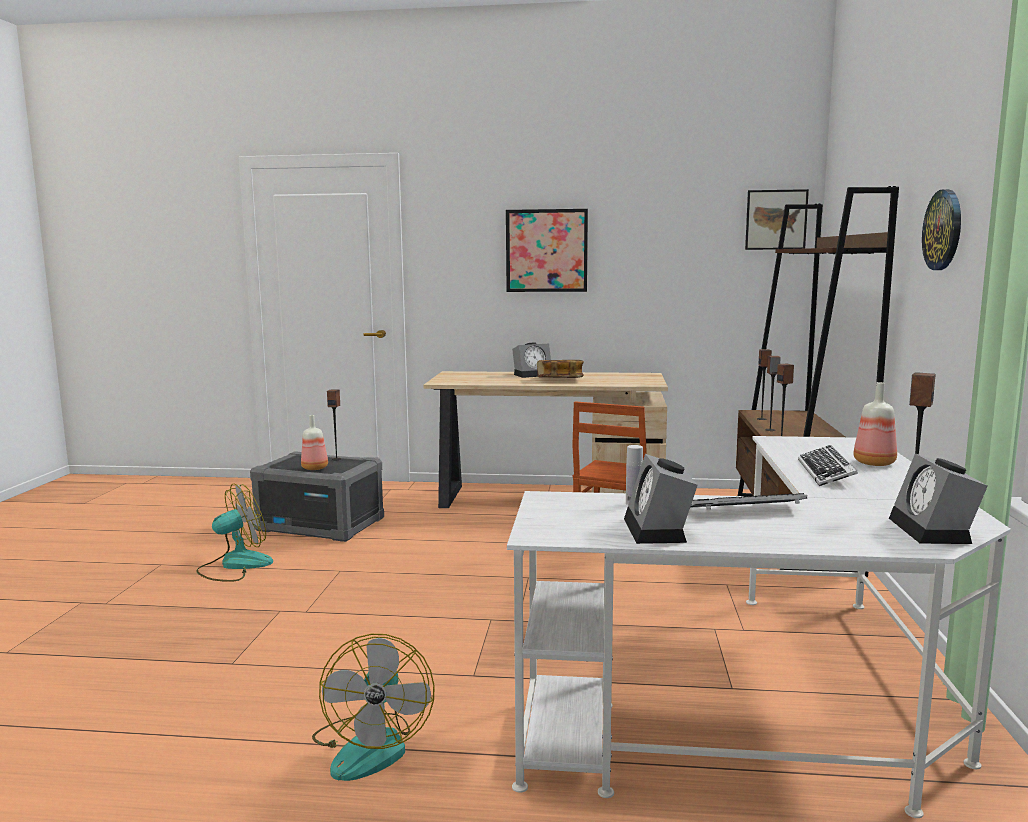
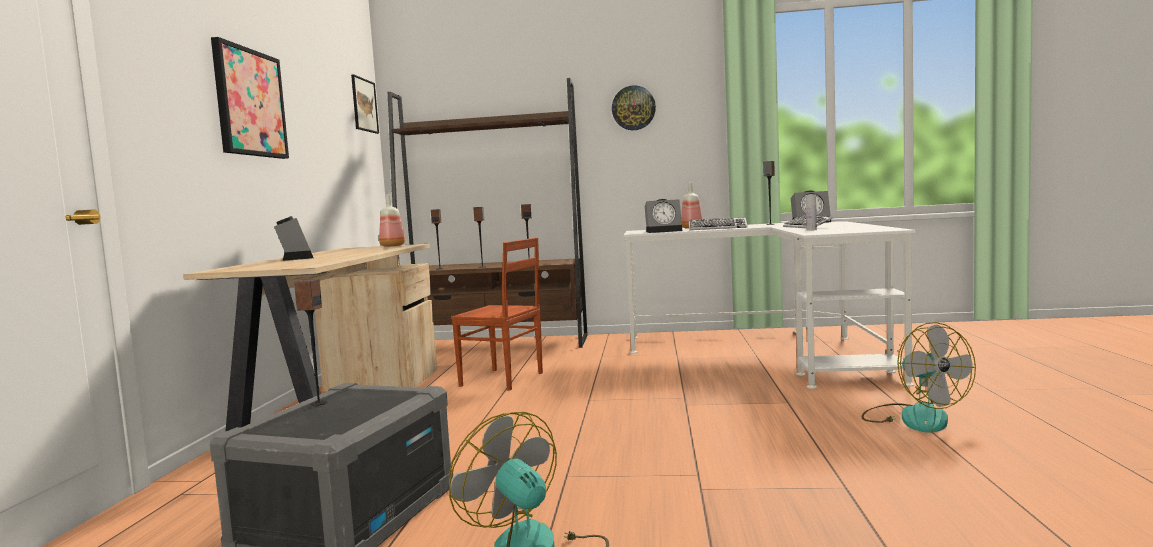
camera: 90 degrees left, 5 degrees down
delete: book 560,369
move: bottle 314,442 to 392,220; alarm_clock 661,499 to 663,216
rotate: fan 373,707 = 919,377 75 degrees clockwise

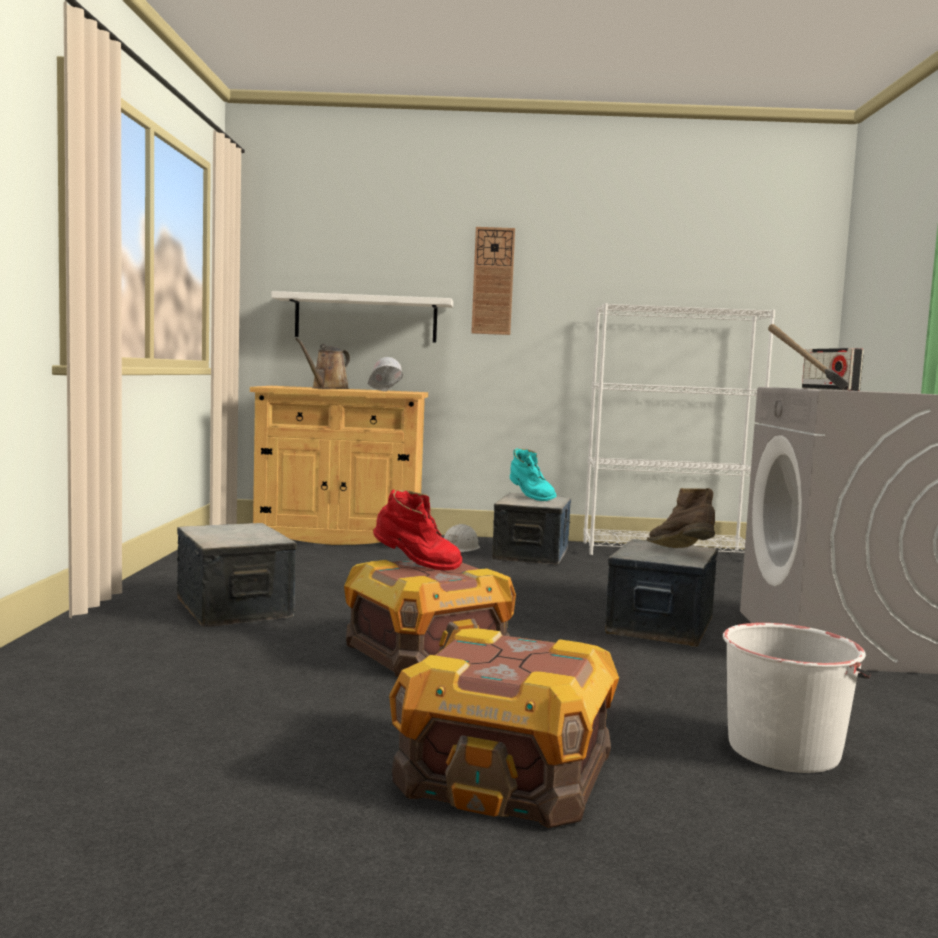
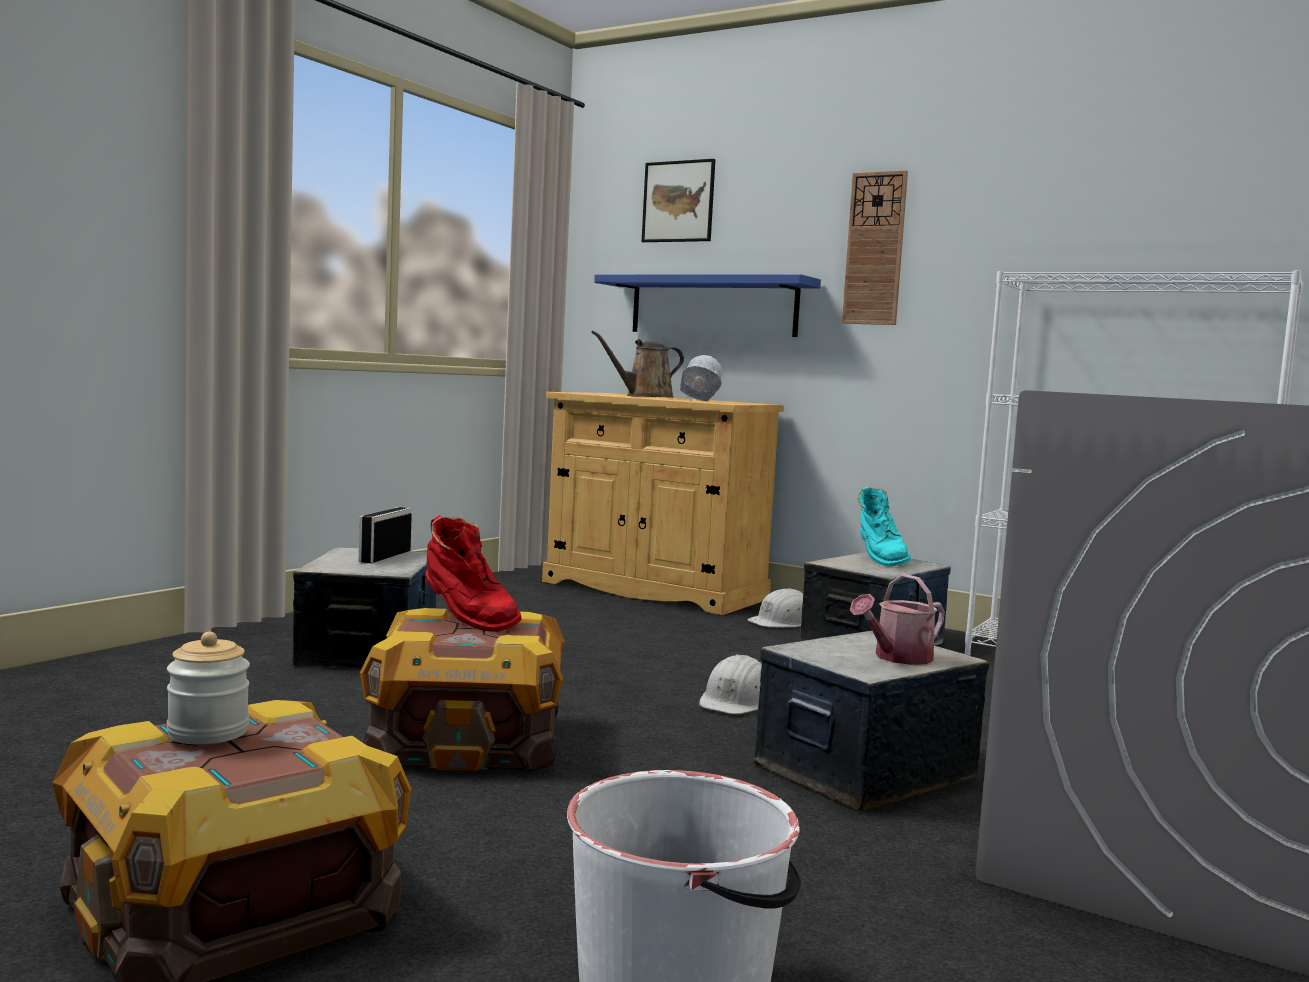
camera: 30 degrees right, 0 degrees up
delete: hammer 808,357
insert: picture 678,200; jar 208,688; white_hard_hat 730,684
move: radio 833,369 to 385,535
replace: brown_boot 680,518 to watering_can 897,619
recolor: white_shelf 362,317 to blue_shelf 707,305

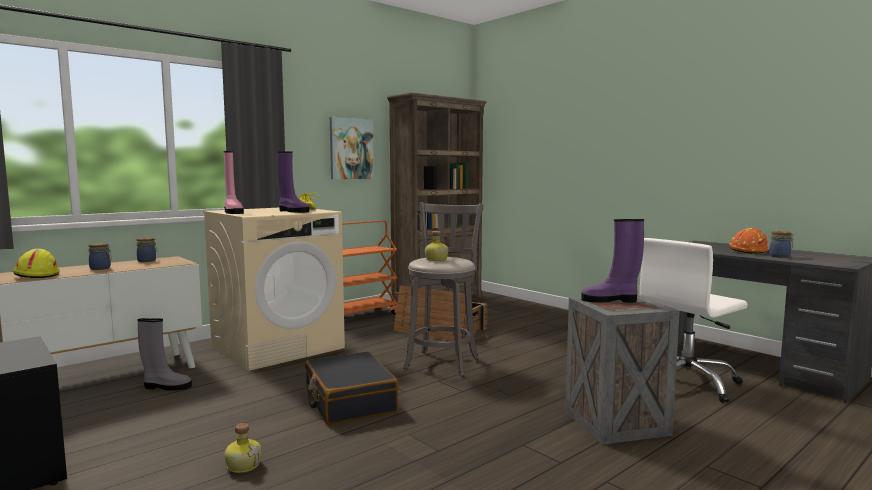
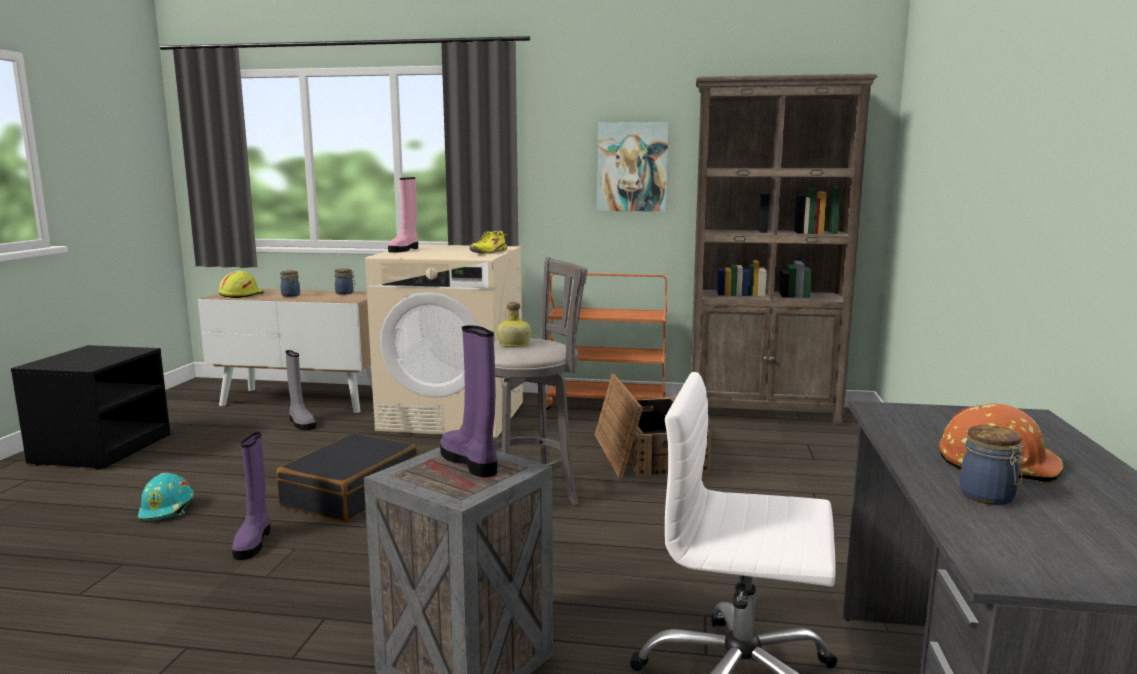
camera: 50 degrees right, 5 degrees up
move: purple_boot 293,182 to 251,496
replace: bottle 242,448 to turquoise_hard_hat 166,497

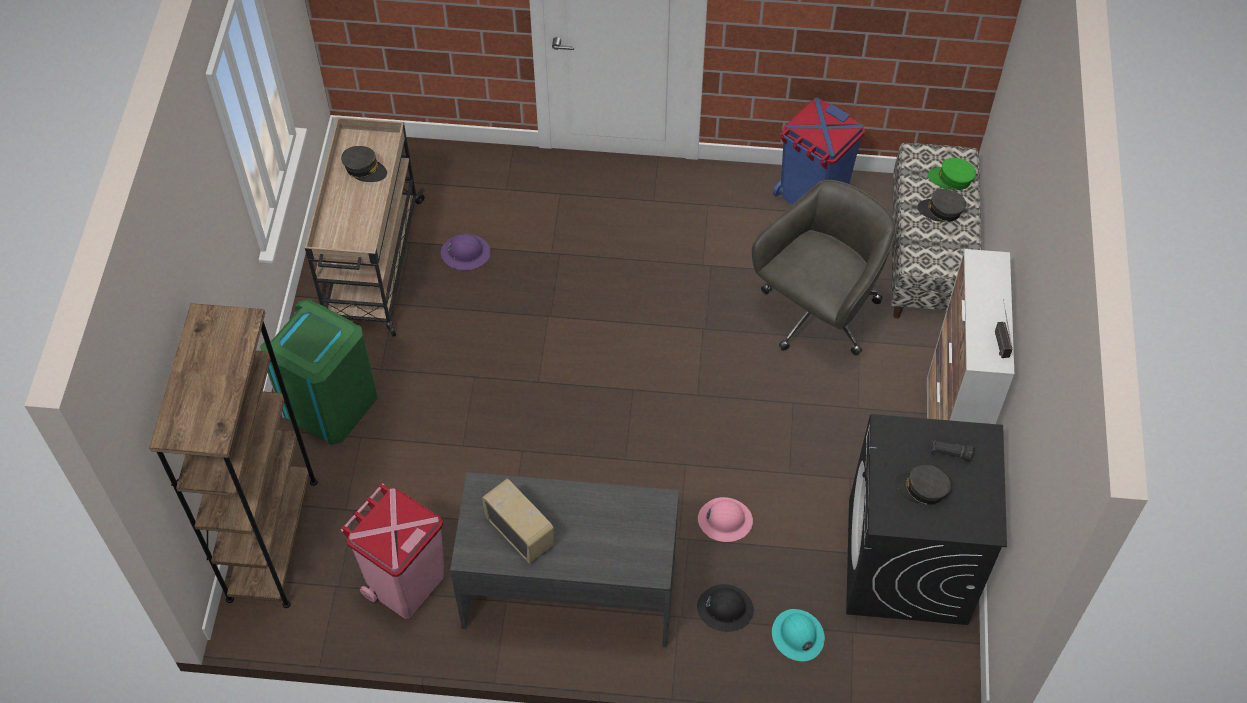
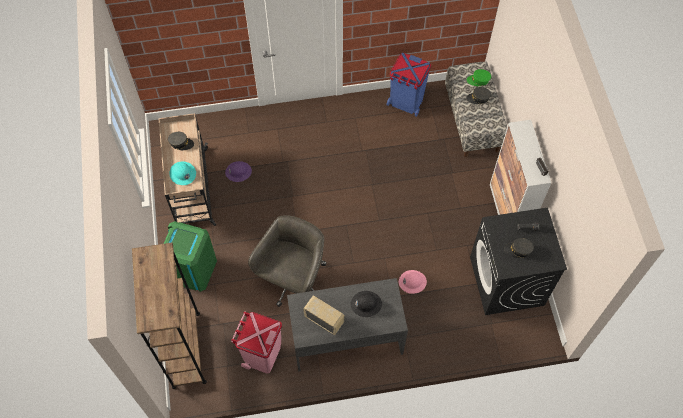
camera: 15 degrees left, 5 degrees up
move: grey_office_chair 824,268 to 287,261; black_hard_hat 725,608 to 366,304; turquoise_hard_hat 798,635 to 182,173

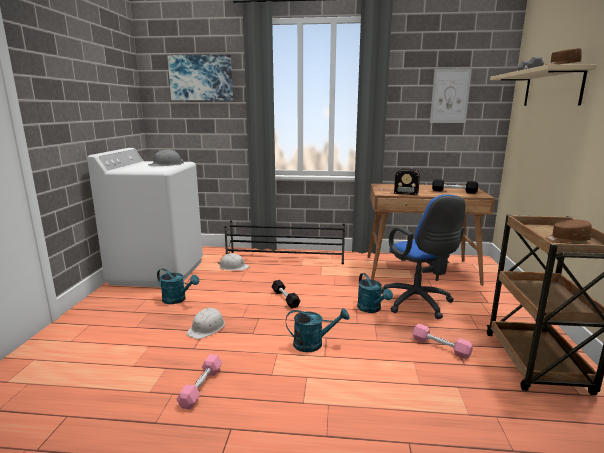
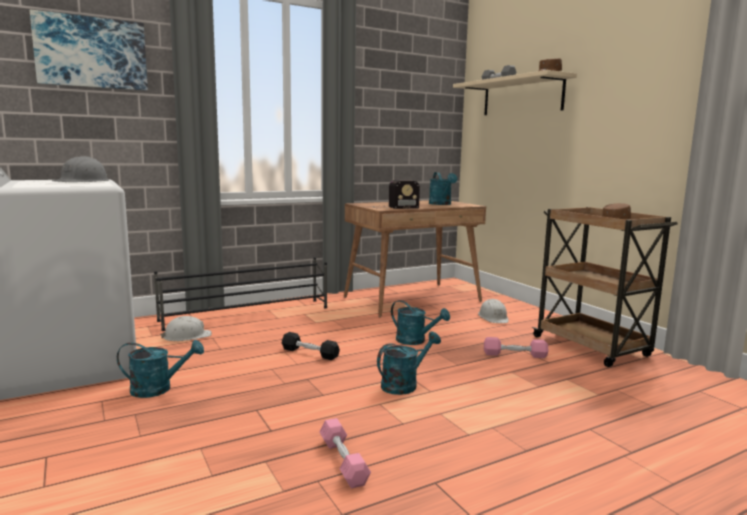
camera: 35 degrees left, 5 degrees down
delete: picture 451,96; blue_office_chair 423,257
move: white_hard_hat 205,323 to 493,311
replace: black_dumbbell 455,186 to turquoise_watering_can 443,188

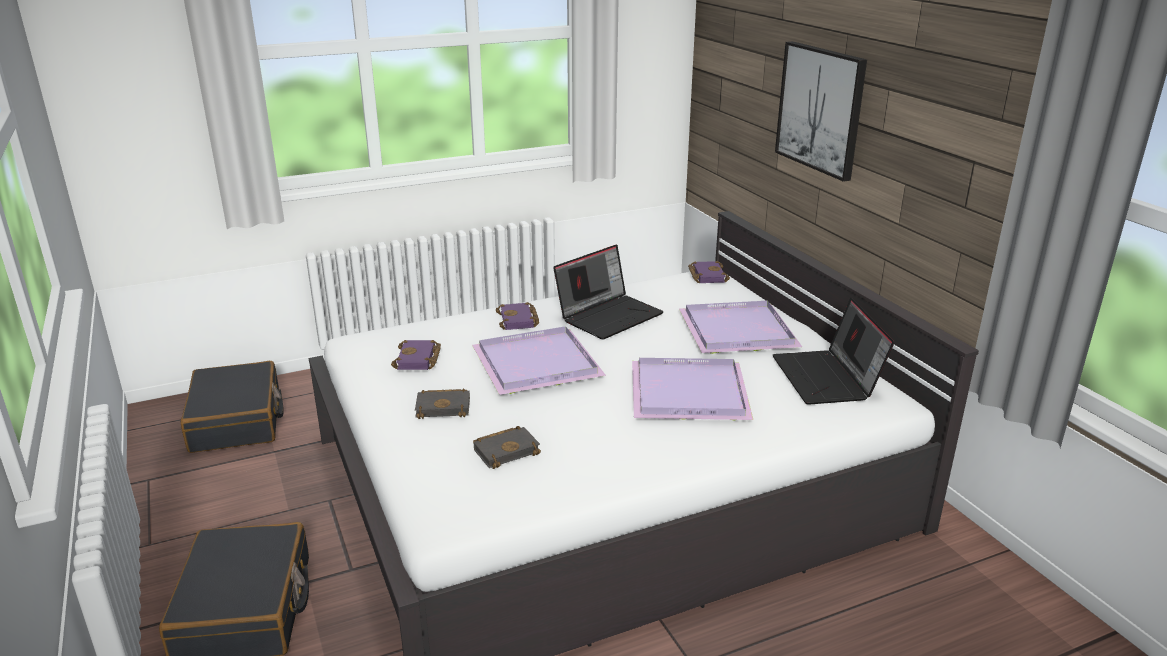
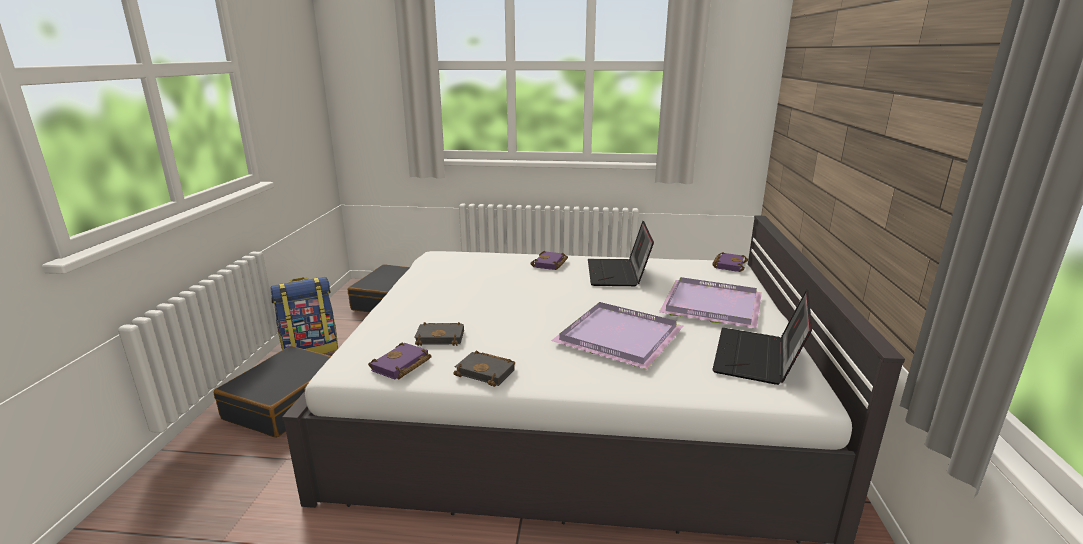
camera: 30 degrees right, 5 degrees down
delete: picture 821,111; purple_tray 539,360
insert: backpack 304,315
move: purple_book 416,355 to 400,361; black_book 442,403 to 484,369
rotate: laptop 608,292 = 621,253 105 degrees clockwise

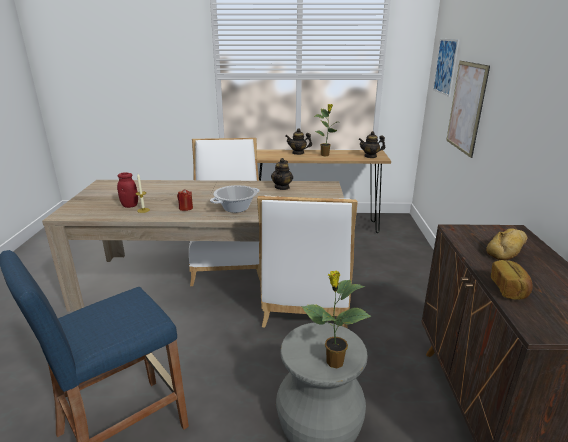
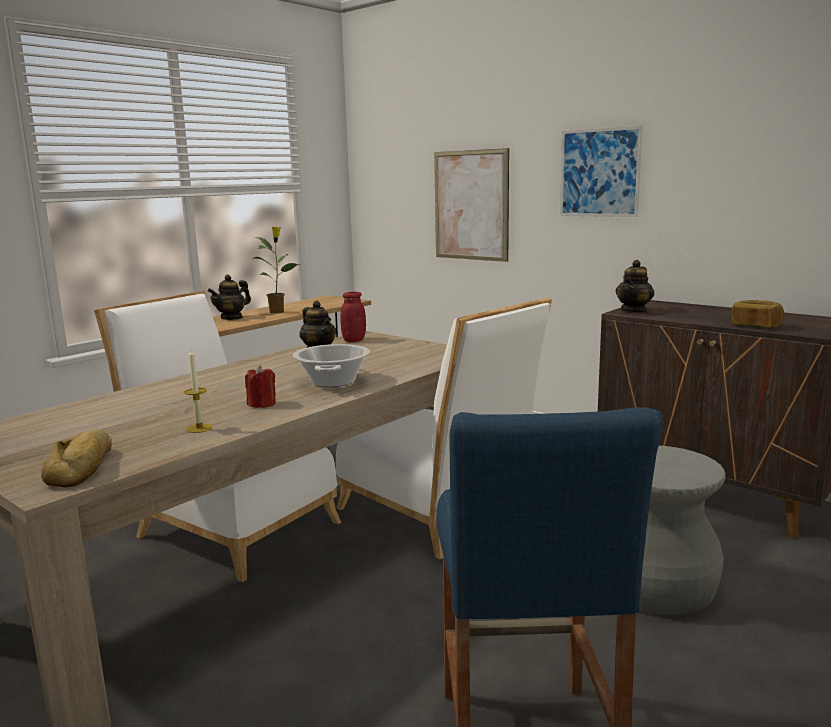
camera: 50 degrees left, 10 degrees down
delete: potted_plant 336,319
move: picture 446,68 to 601,171; teapot 371,144 to 635,286; red_jar 127,190 to 353,317; bread 507,244 to 76,459

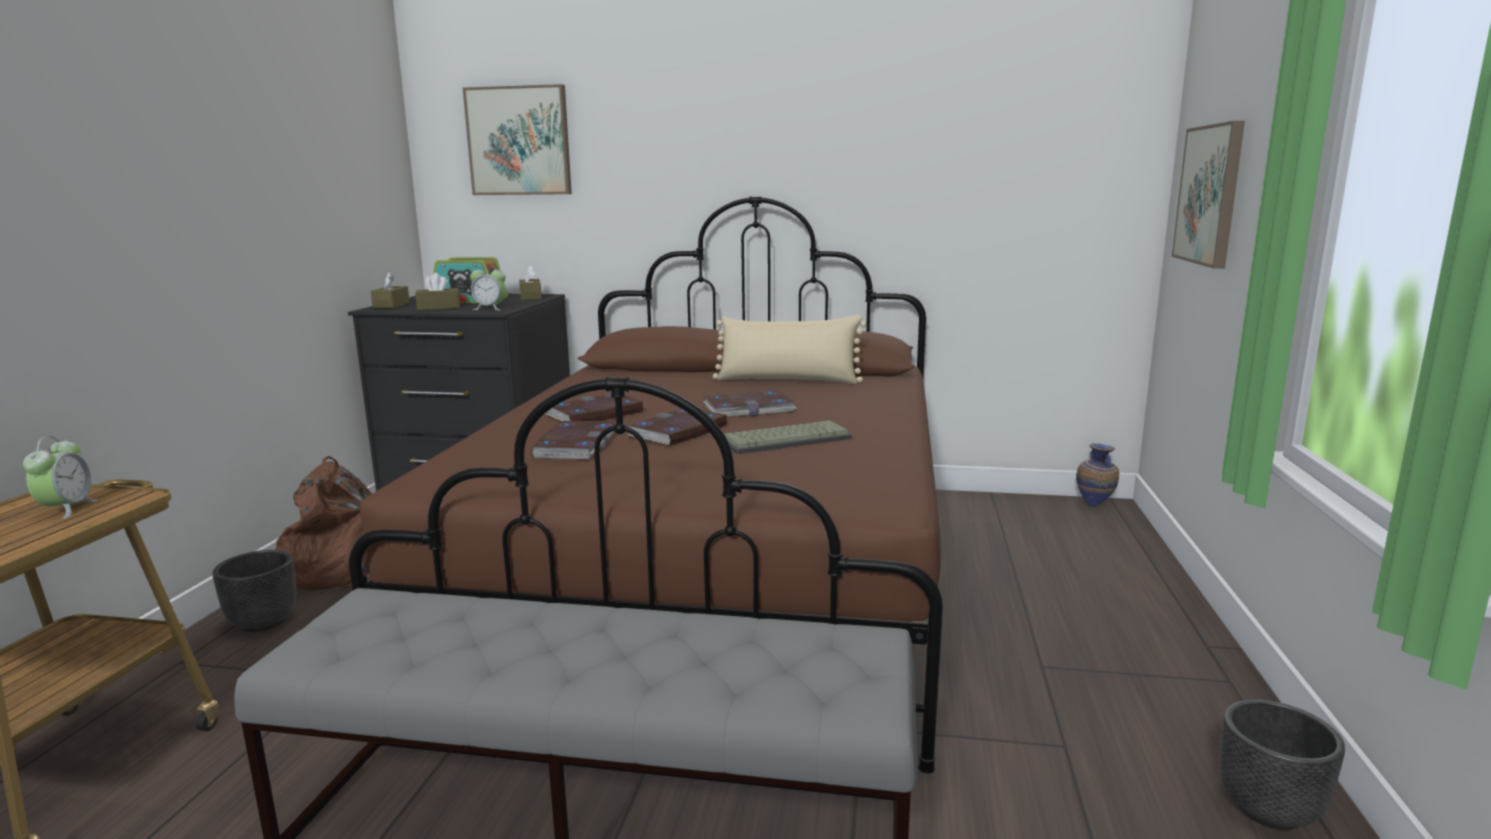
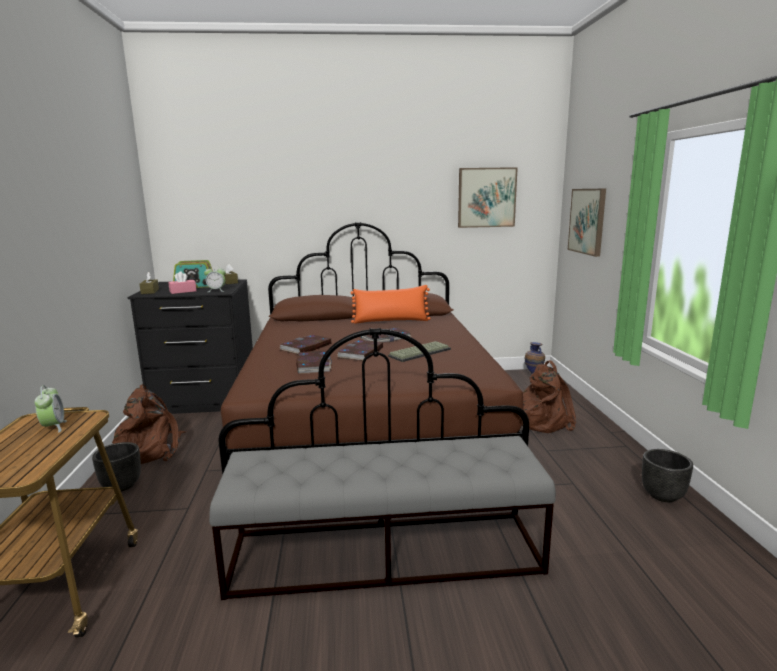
camera: 15 degrees left, 0 degrees up
insert: brown_backpack 549,396
move: picture 517,139 to 488,197
recolor: brown_tissue_box 437,291 to pink_tissue_box 182,282; beige_pillow 789,349 to orange_pillow 390,304

